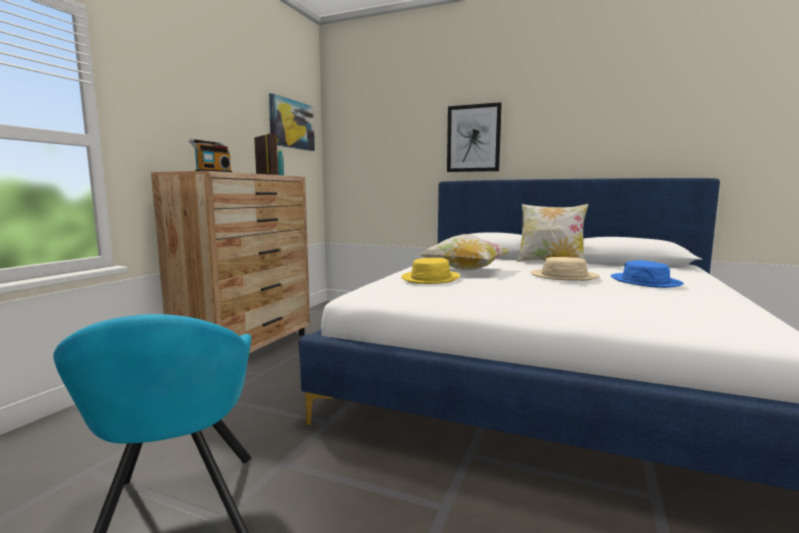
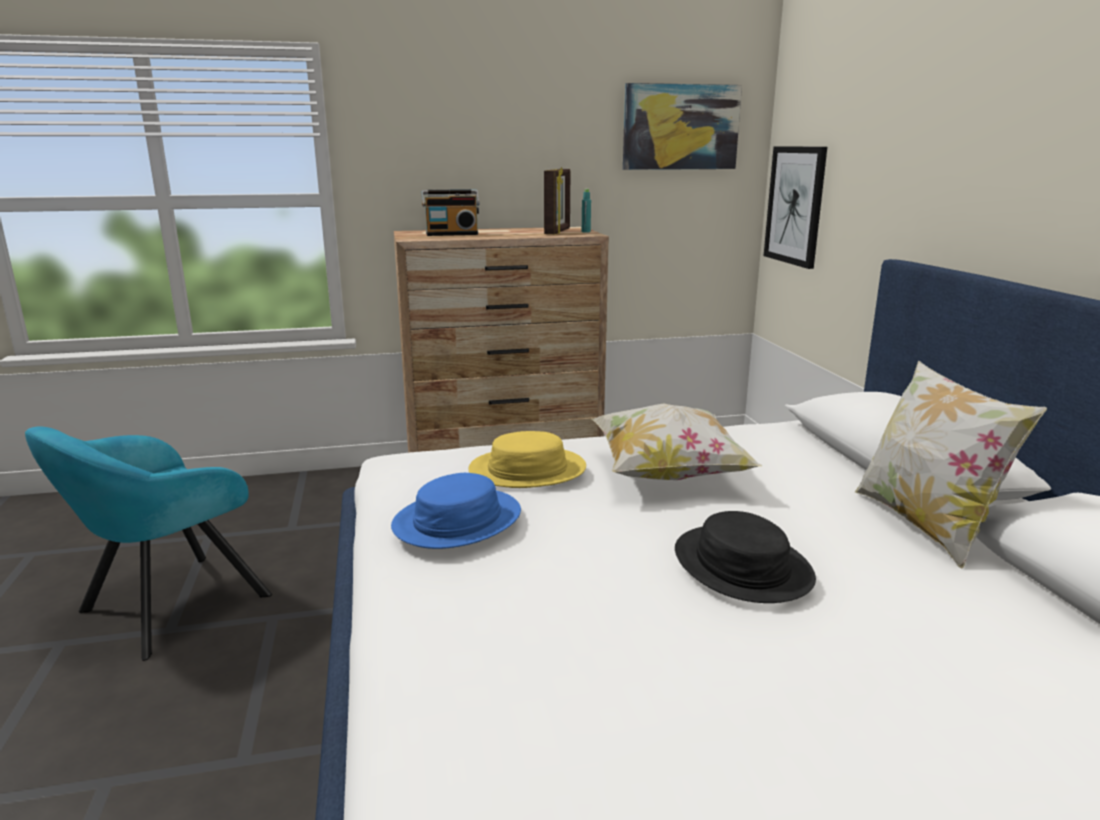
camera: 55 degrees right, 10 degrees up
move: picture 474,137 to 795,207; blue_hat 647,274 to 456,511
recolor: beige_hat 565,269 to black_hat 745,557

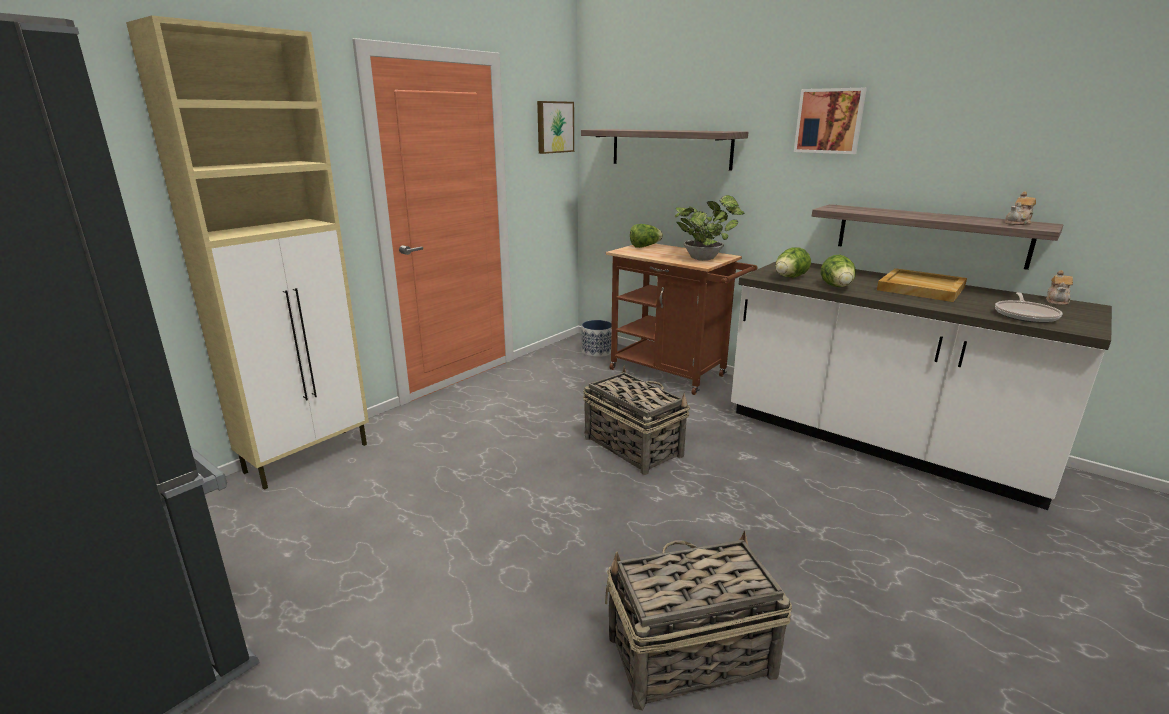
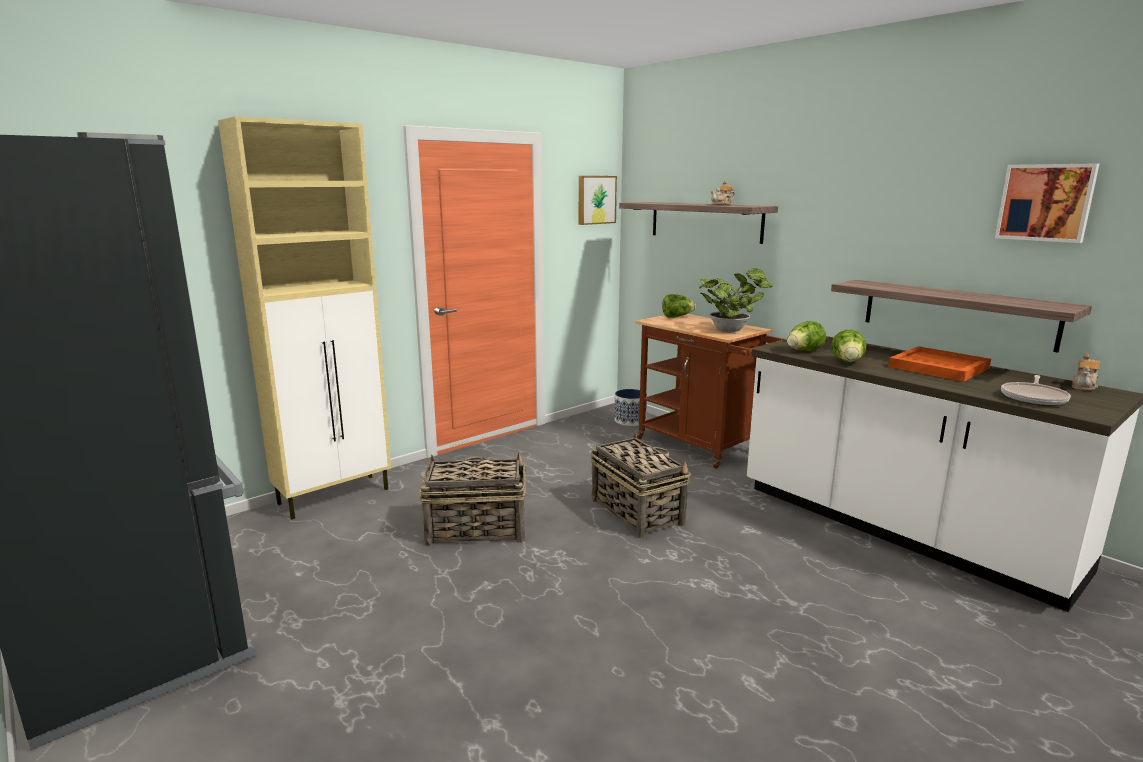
camera: 10 degrees right, 5 degrees down
move: picture 830,121 to 1047,203; teapot 1020,208 to 722,193; basket 698,621 to 472,499
recolor: beige_tray 922,285 to orange_tray 939,364

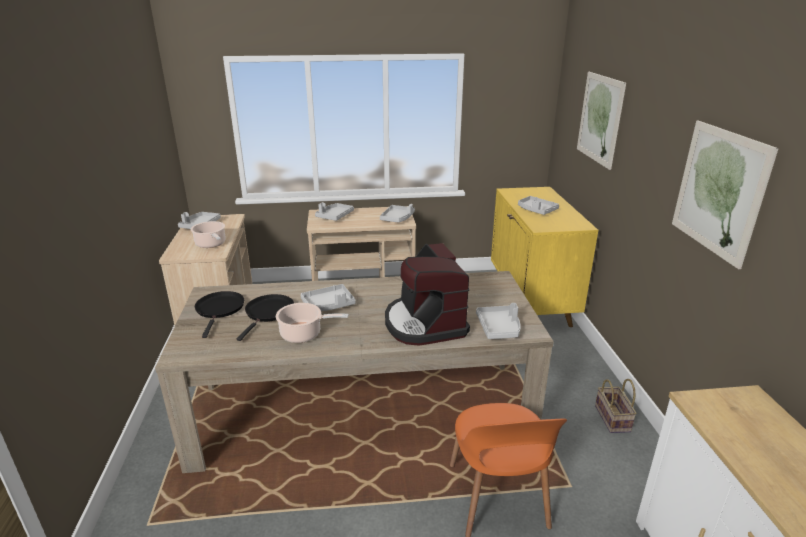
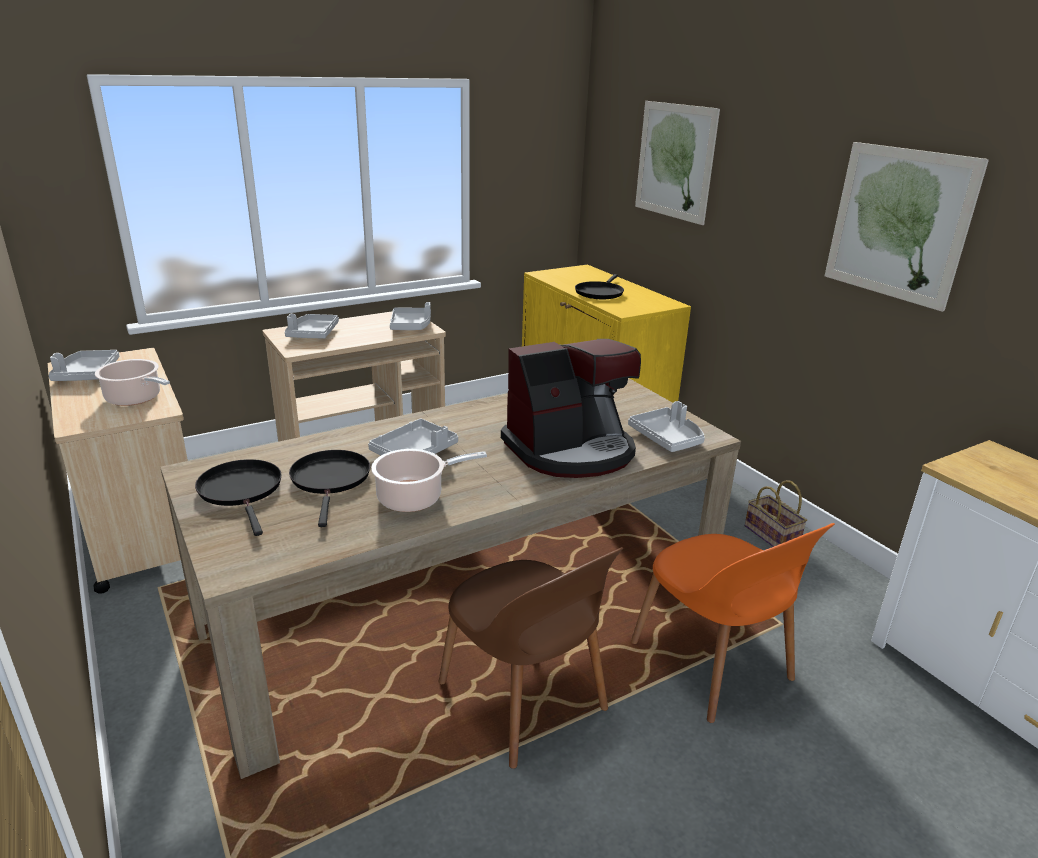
camera: 25 degrees left, 0 degrees up
insert: brown_chair 530,658
replace: grey_tray 538,205 to black_frying_pan 599,286
rotate: coffee_machine 427,294 = 571,408 75 degrees counterclockwise

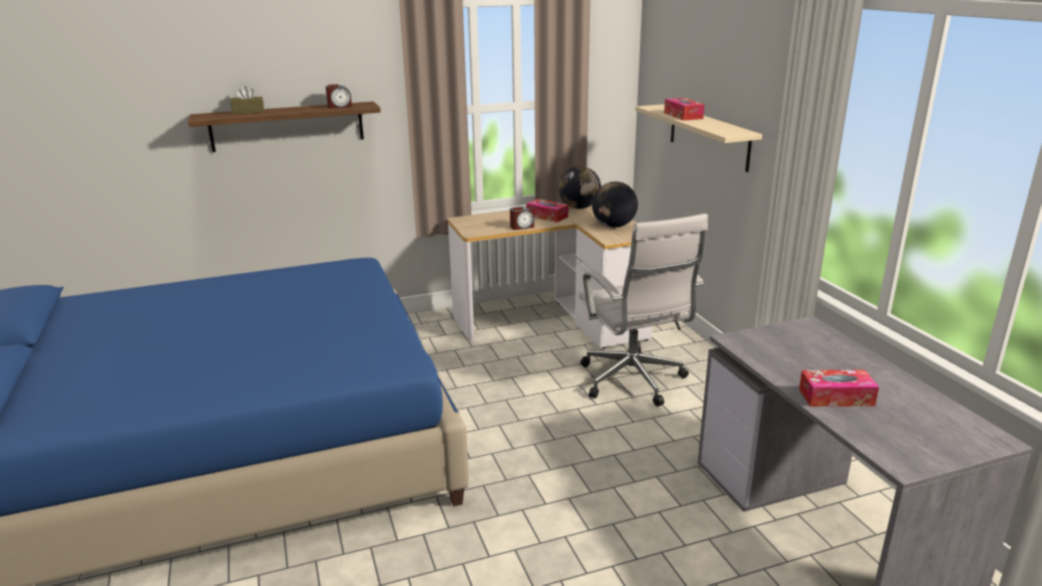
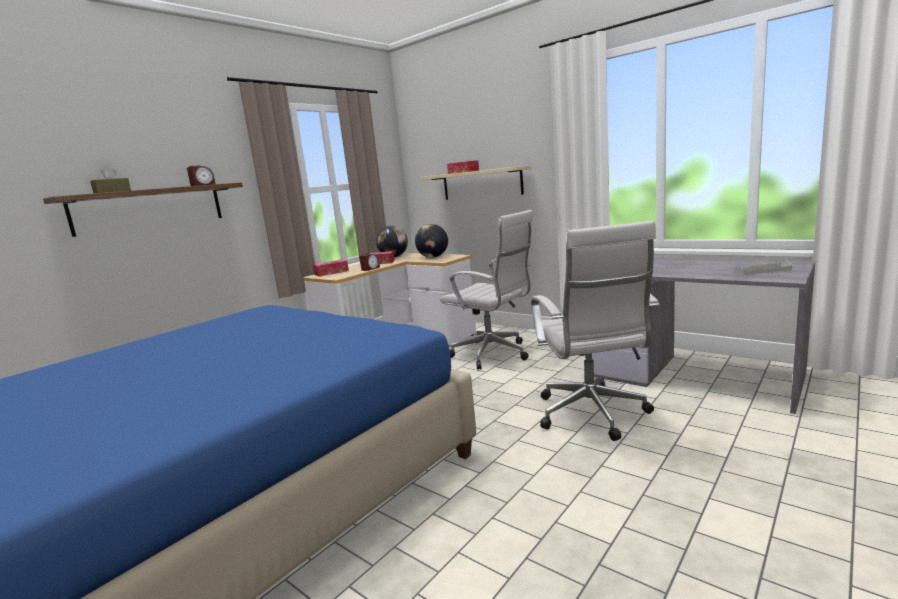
camera: 30 degrees left, 10 degrees down
insert: white_office_chair 595,331; grey_tray 763,267
move: tissue_box 839,388 to 331,268

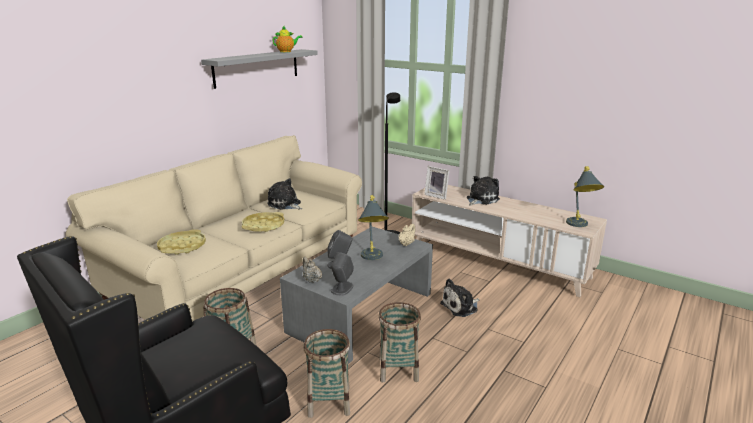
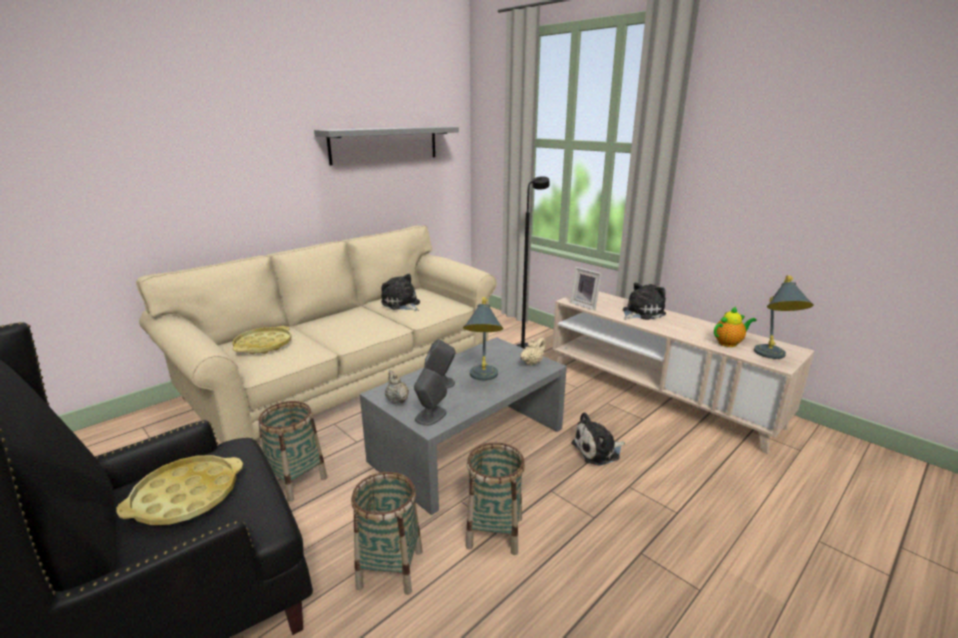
camera: 10 degrees right, 0 degrees up
move: teapot 287,39 to 735,327; yellow_tray 262,222 to 180,490

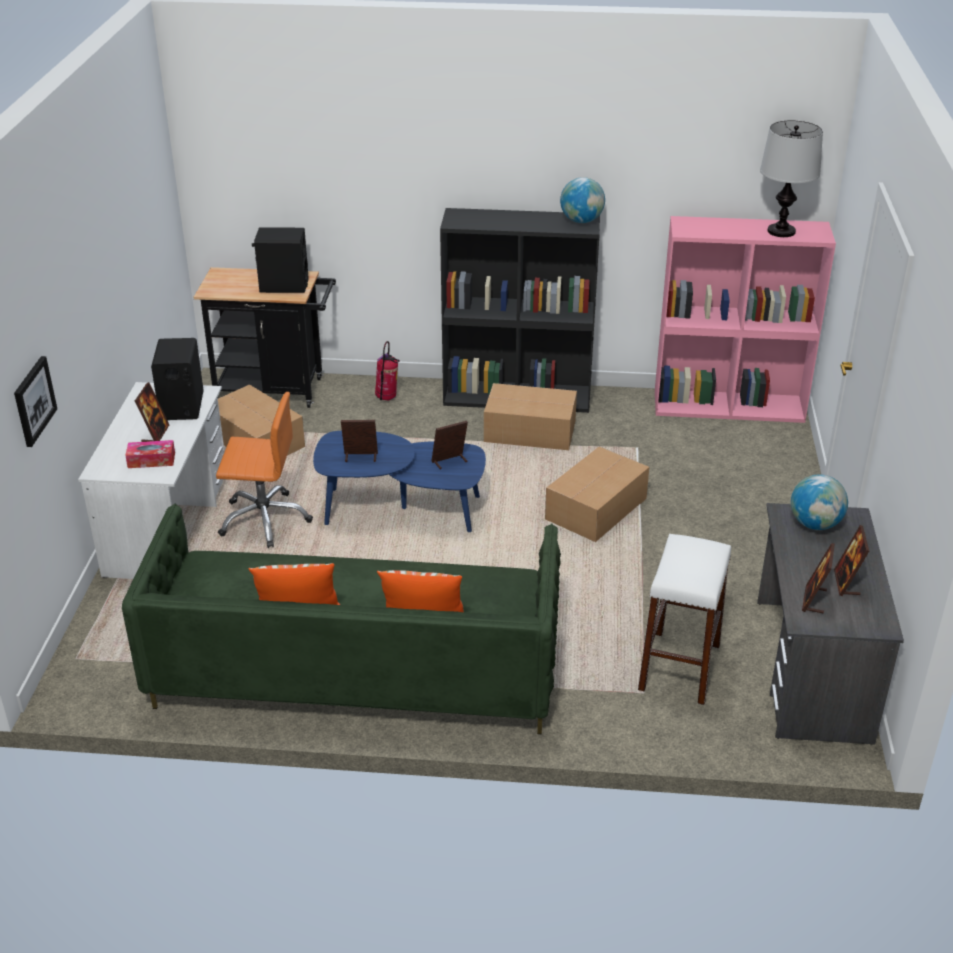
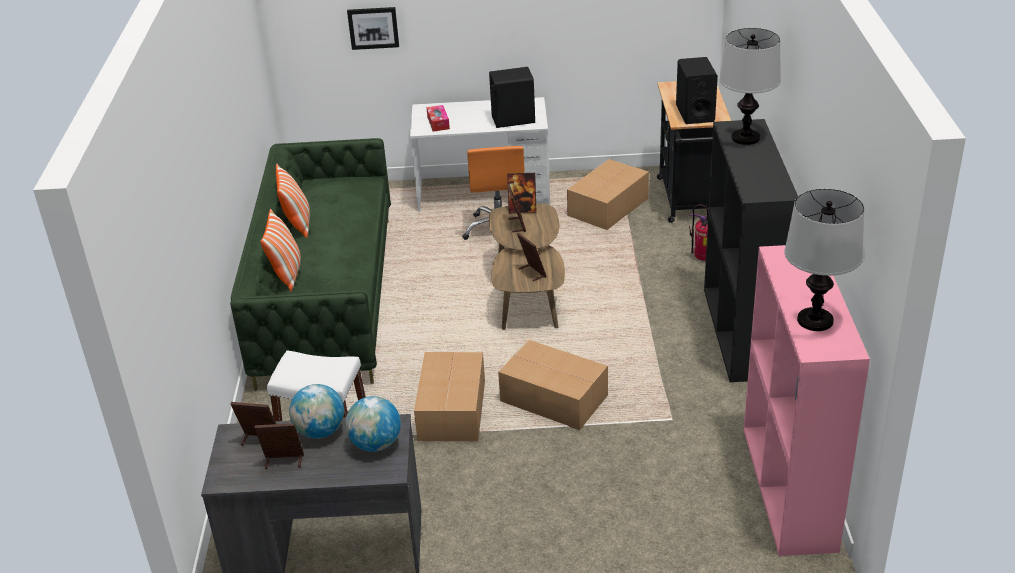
camera: 85 degrees right, 0 degrees up
insert: table_lamp 750,86
move: globe 582,200 to 316,411; picture_frame 152,412 to 522,193; cardboard_box 530,416 to 449,396
recolor: blue_coffee_table 399,481 to brown_coffee_table 527,267

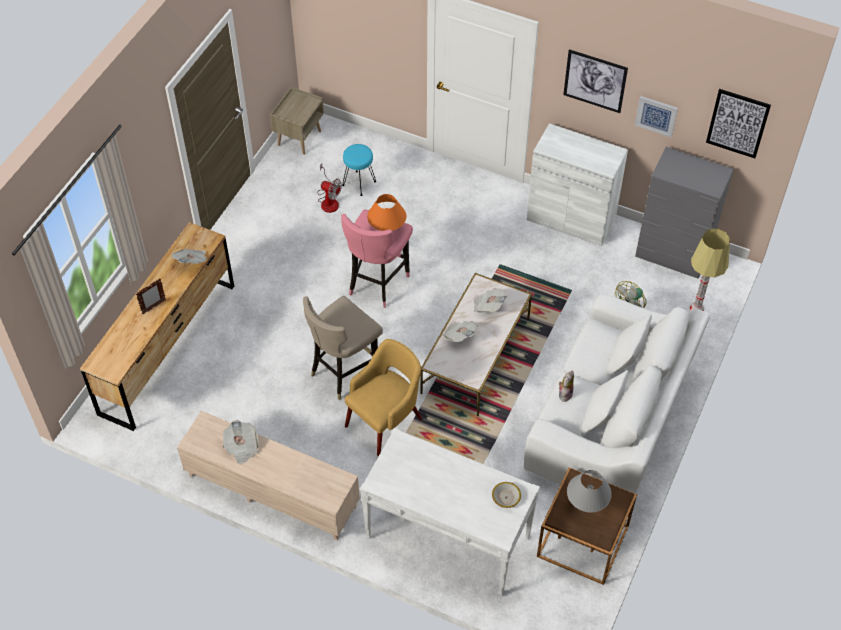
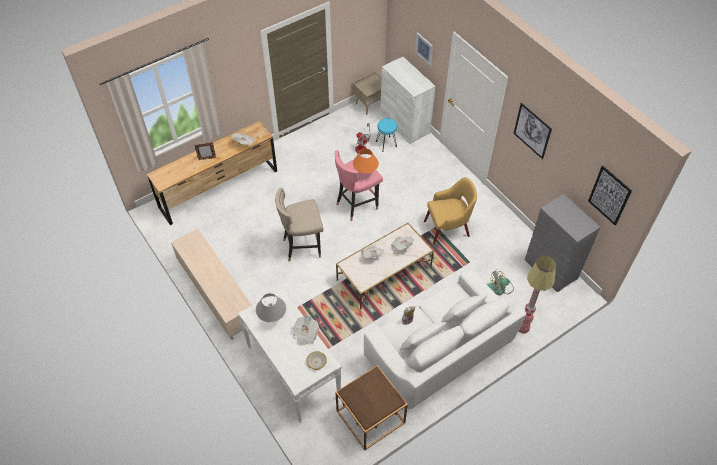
camera: 30 degrees right, 0 degrees up
move: picture 656,116 to 424,49; white_cabinet 577,184 to 407,100; yellow_armchair 383,397 to 450,211; newspaper 241,442 to 306,330; grey_table_lamp 589,491 to 271,307

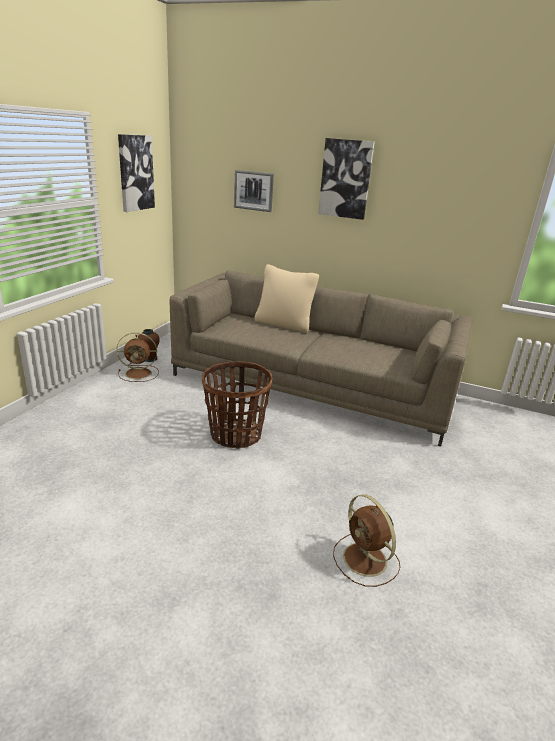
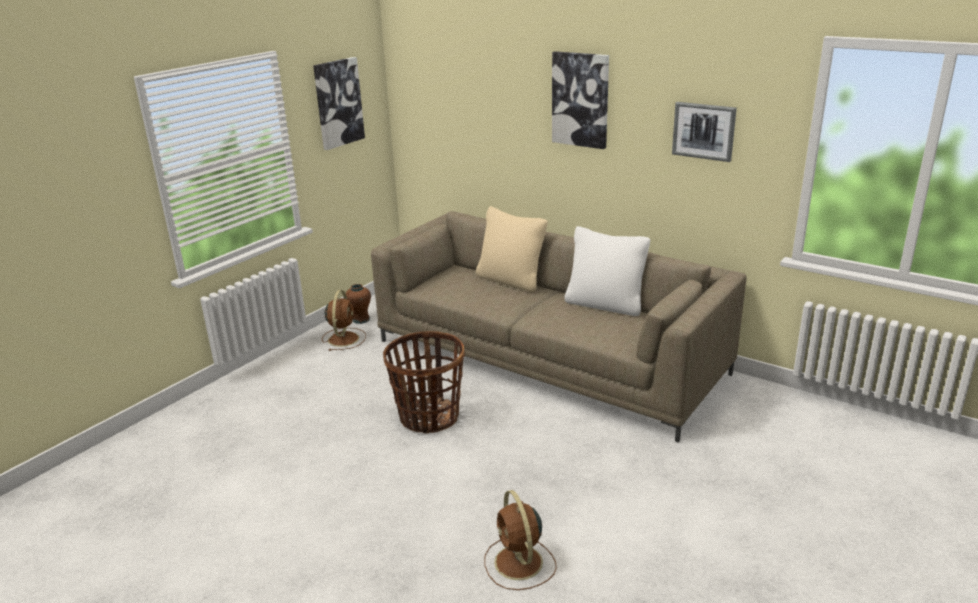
camera: 15 degrees right, 0 degrees up
insert: white_pillow 607,271
move: picture 254,191 to 704,132
rotate: brown_fan 137,357 = 344,320 90 degrees counterclockwise

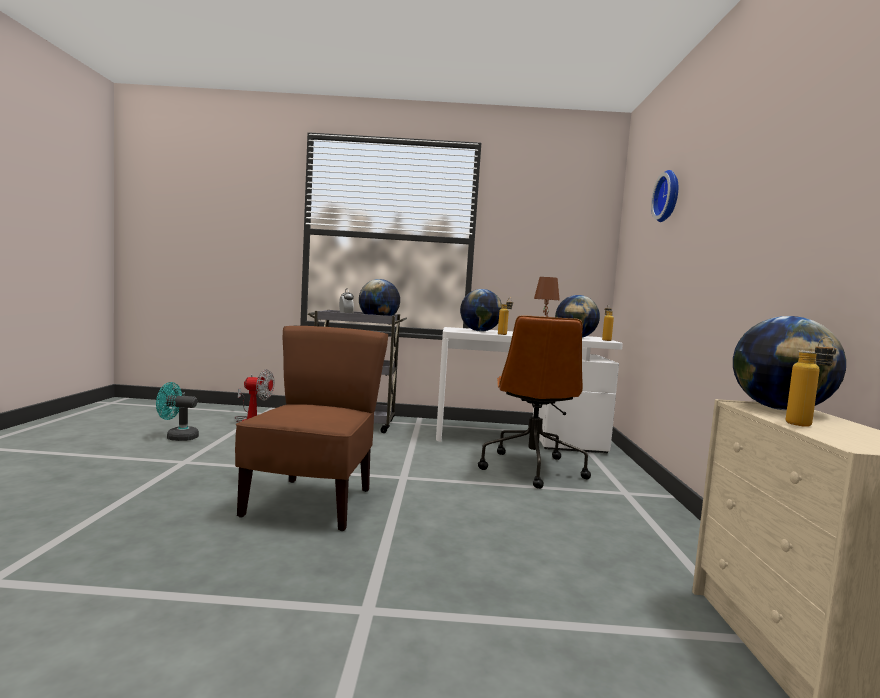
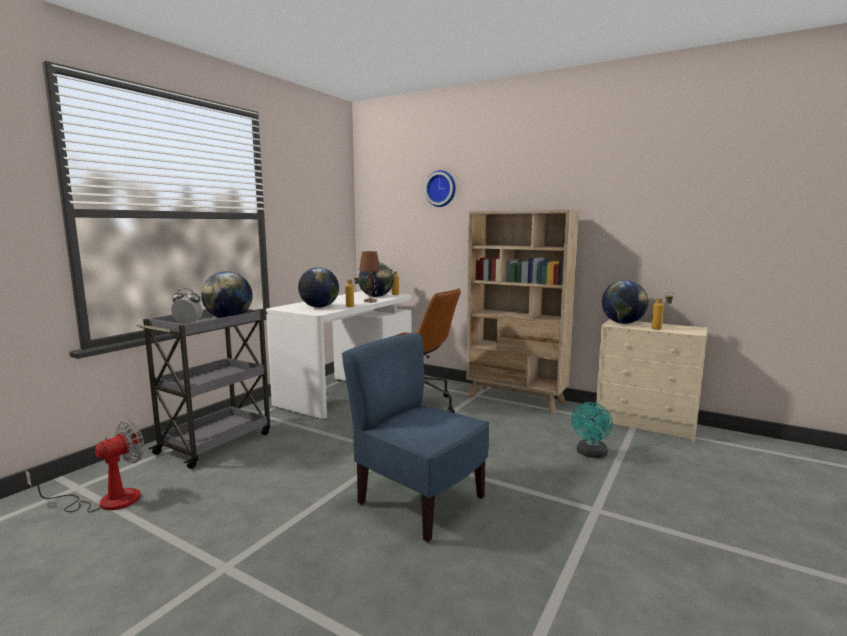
camera: 60 degrees left, 5 degrees up
insert: beige_bookcase 522,312
move: turquoise_fan 177,411 to 592,430
recolor: brown_chair 311,428 to blue_chair 416,437

